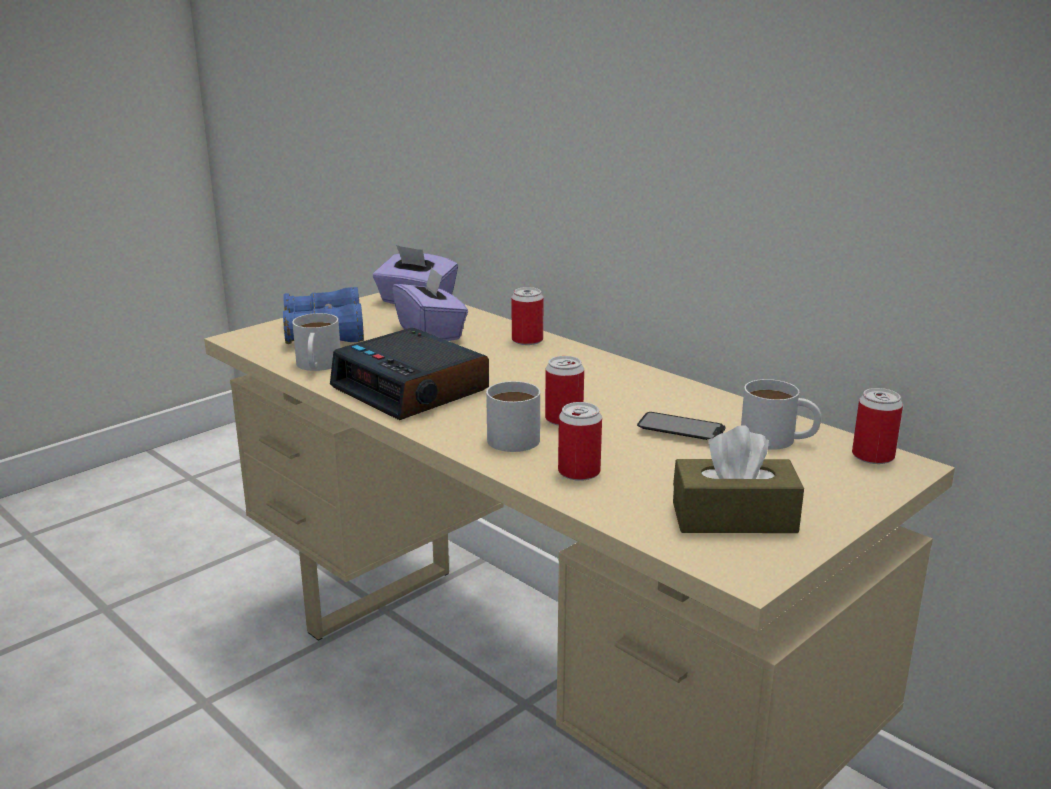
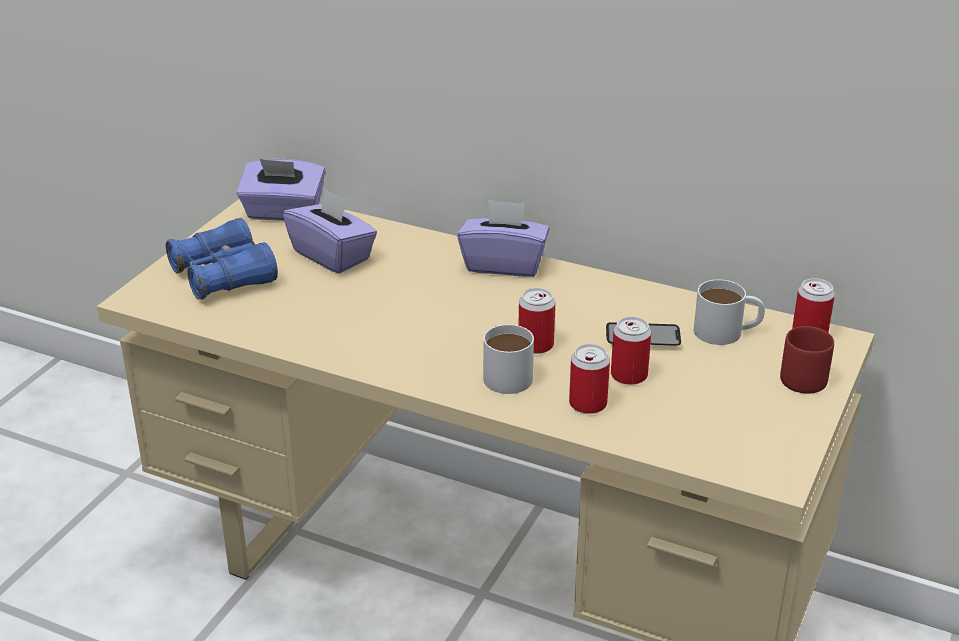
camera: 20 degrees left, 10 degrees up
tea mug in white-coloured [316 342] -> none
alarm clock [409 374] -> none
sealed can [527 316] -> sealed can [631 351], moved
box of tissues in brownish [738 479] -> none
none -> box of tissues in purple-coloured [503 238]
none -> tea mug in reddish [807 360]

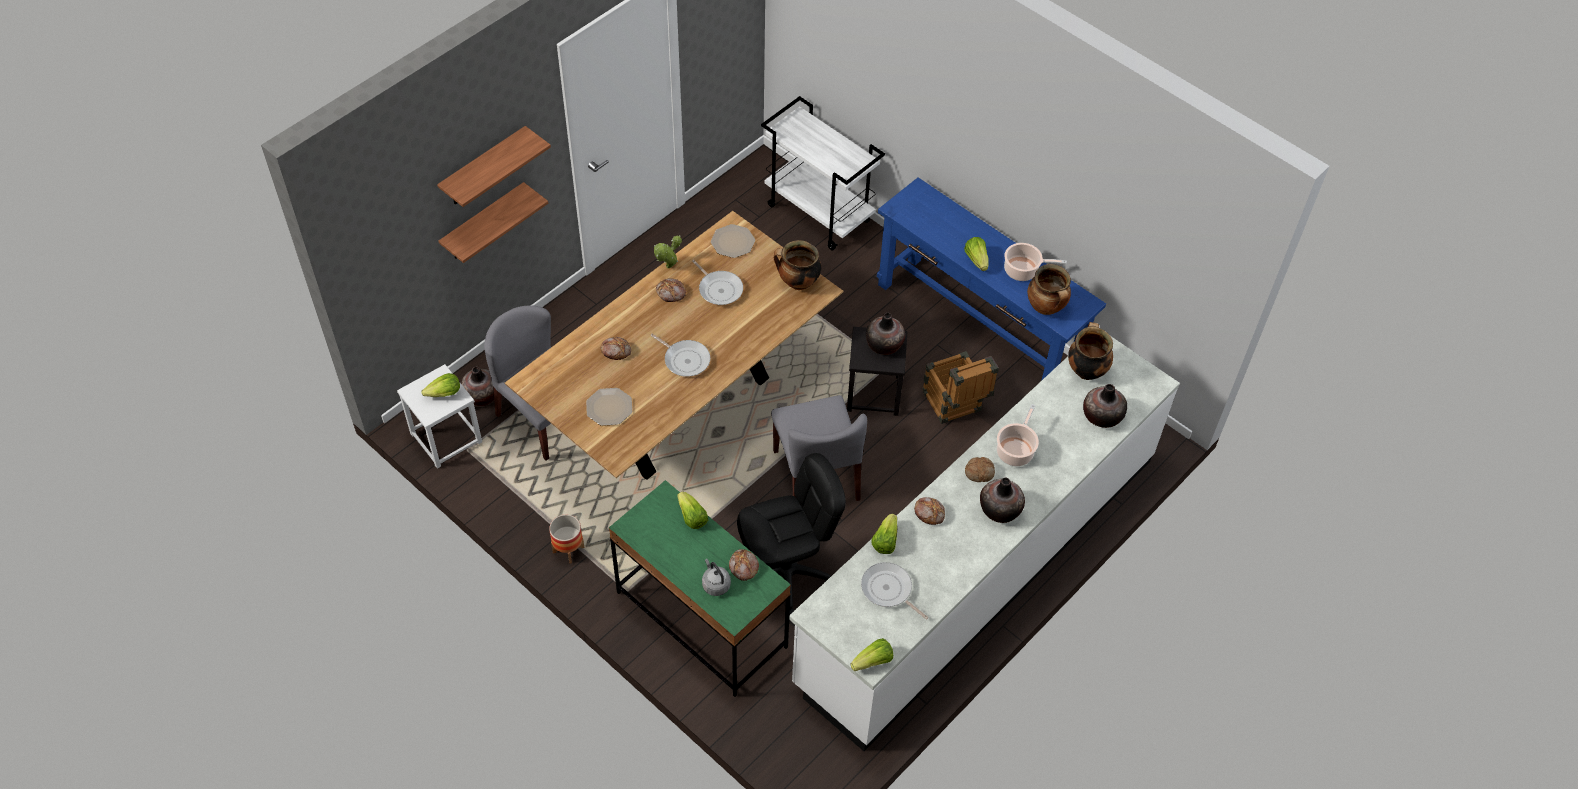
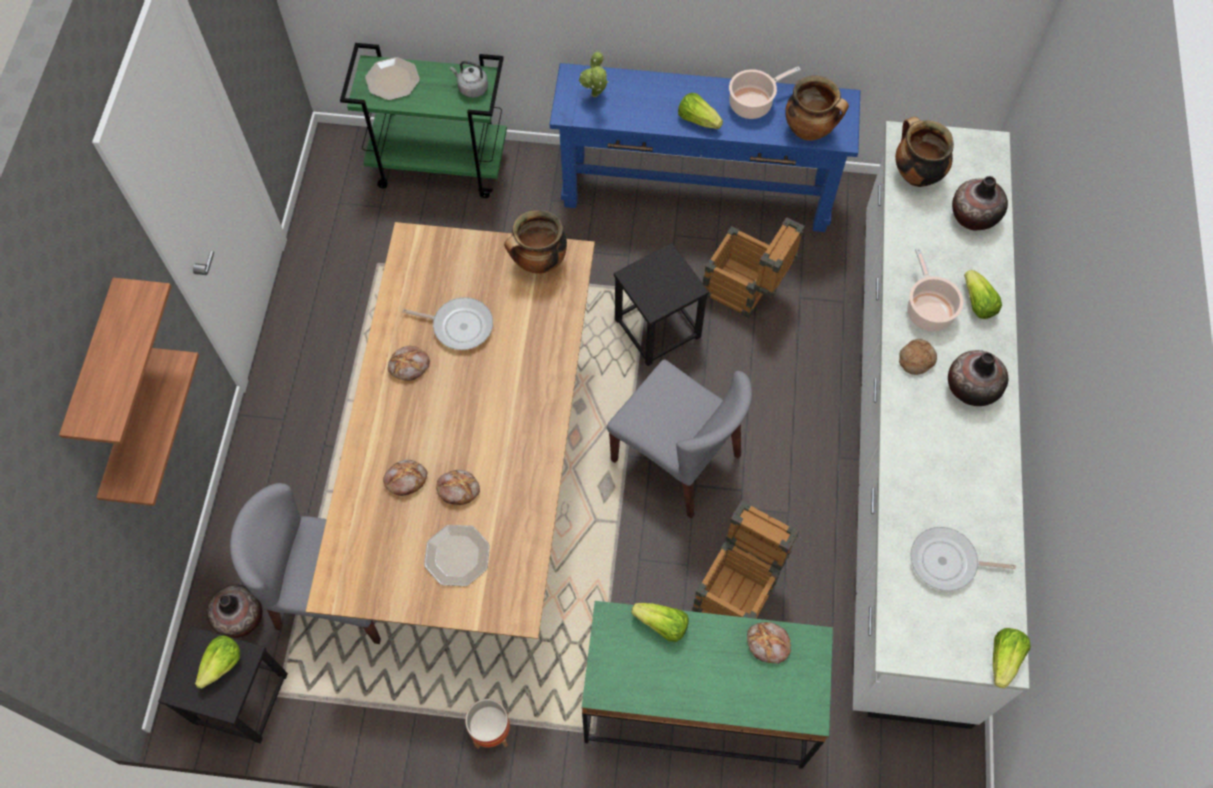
camera: 35 degrees left, 10 degrees up
stool seat in white-coloured [439 416] -> stool seat in black [223 684]
pan [680 355] -> none
potted plant [668 251] -> potted plant [594 73], moved
kettle in grey [716 577] -> kettle in grey [469 79], moved
dinner plate [733 241] -> dinner plate [392 78], moved
desk chair in black [791 534] -> crate [745 559]
trolley in white-coloured [823 173] -> trolley in green [423 120]
flower vase [885 334] -> none
lettuce head [884 534] -> lettuce head [983 294], moved
baked bread [929 511] -> baked bread [458 487], moved

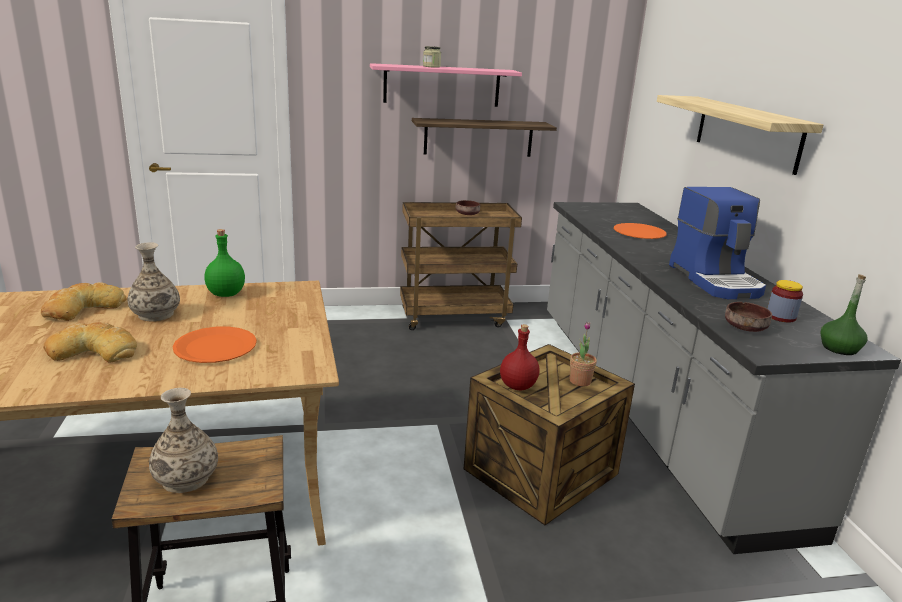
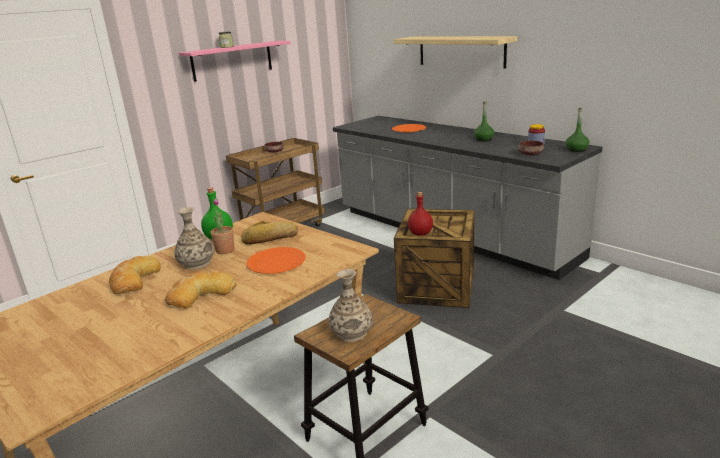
camera: 30 degrees left, 0 degrees up
bracket shelf [484 137] -> none
potted plant [583 353] -> potted plant [222 226], moved
coffee brewer [717 243] -> drink bottle in green [484 121]
none -> baked bread [270 233]

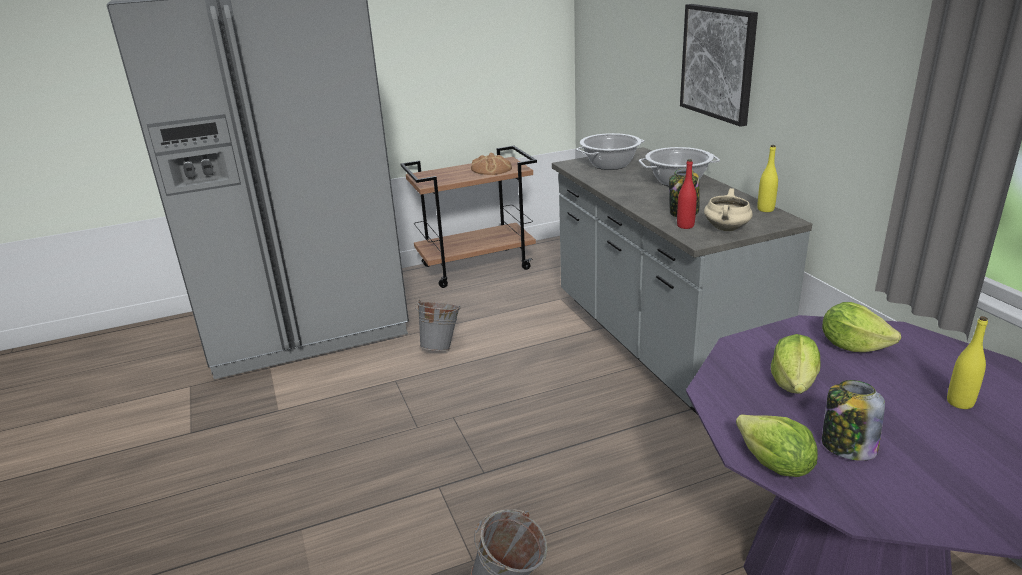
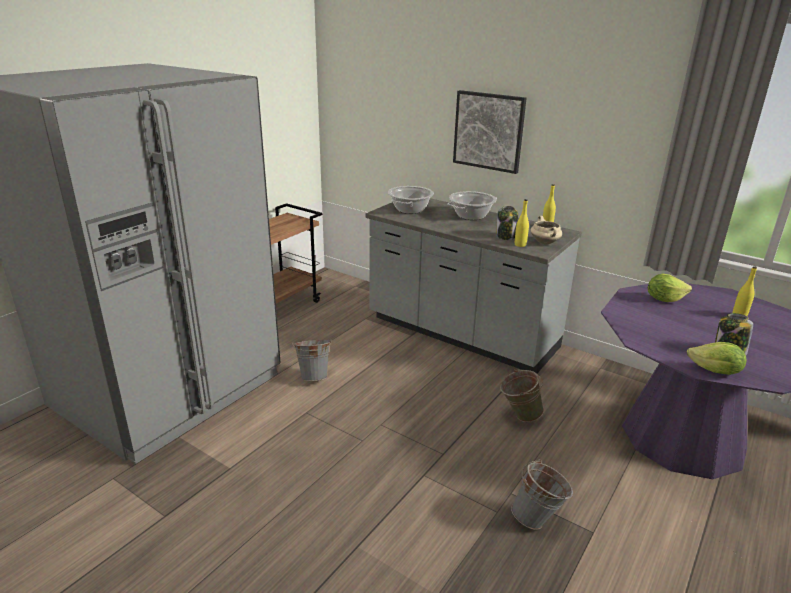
camera: 35 degrees left, 0 degrees up
baked bread [491 164] -> none
drink bottle in reddish [687 194] -> drink bottle in yellow-coloured [522 223]
lettuce head [795 364] -> none
none -> bucket in green [522 395]

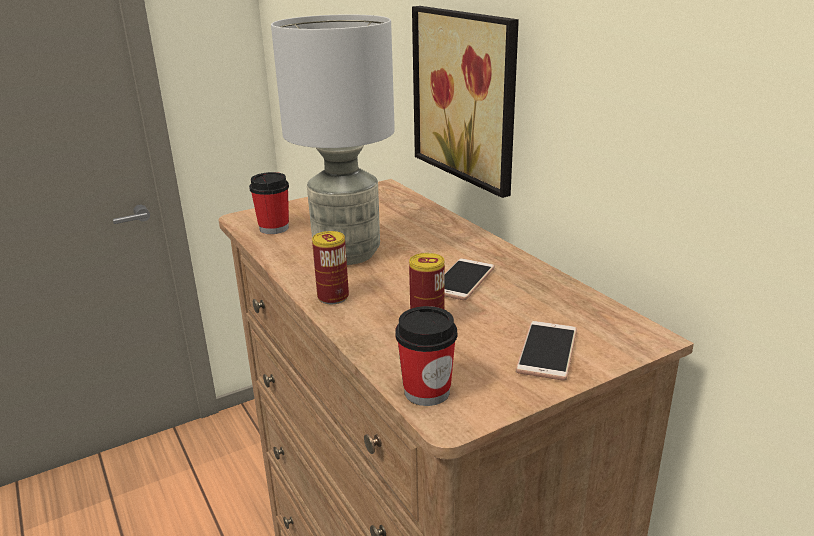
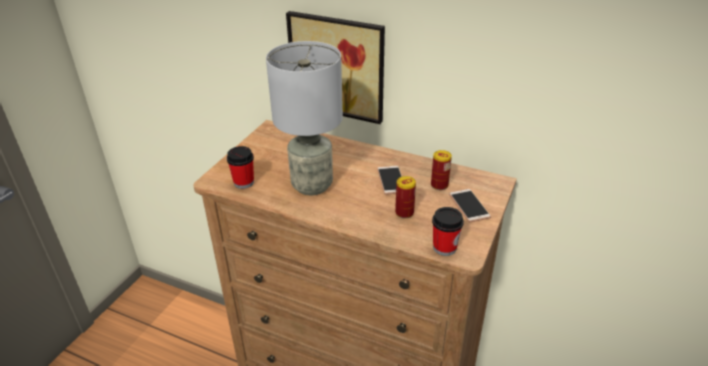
camera: 35 degrees left, 10 degrees up
sealed can [330 267] -> sealed can [441 170], moved

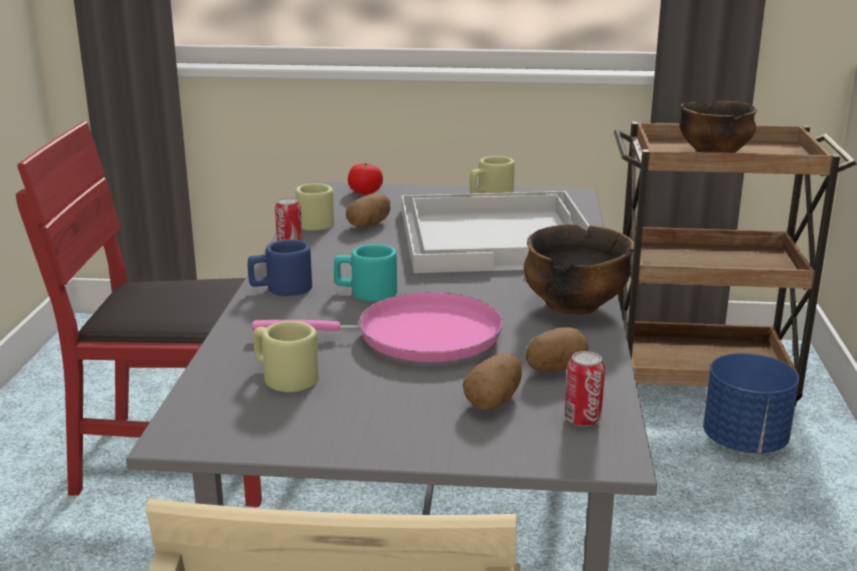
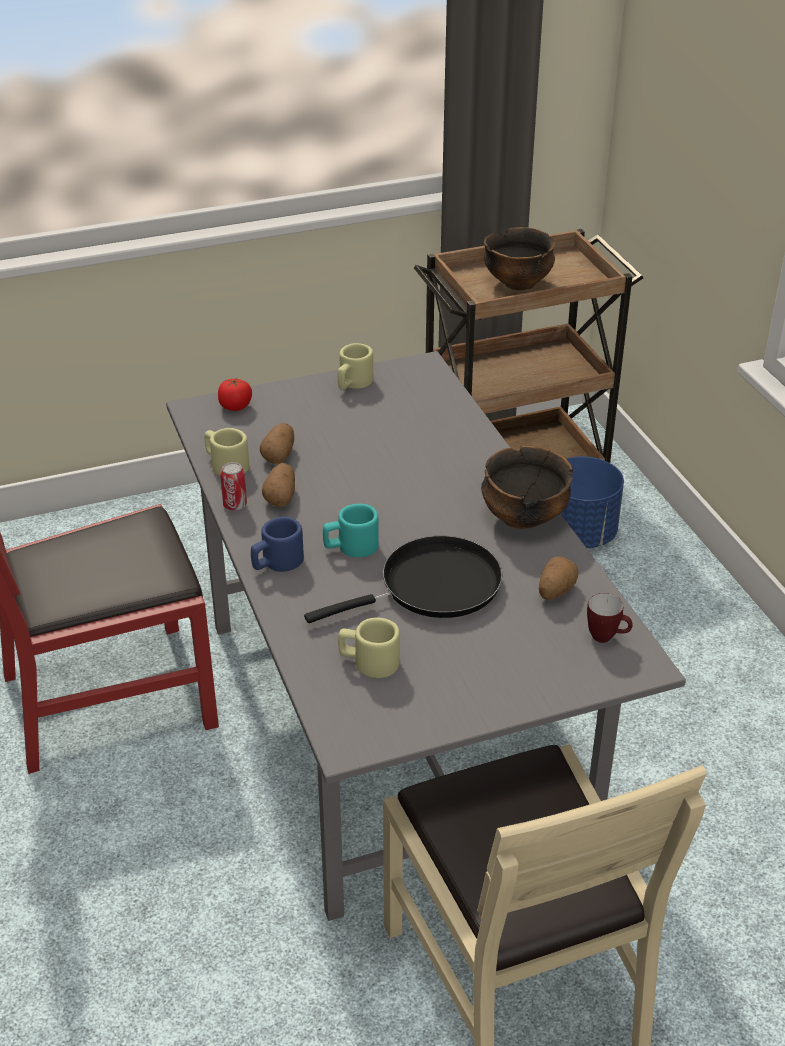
camera: 25 degrees left, 15 degrees up
pan in pink [377 327] -> pan in black [403 579]
carrying tray in white-coloured [495 232] -> none
potato [492 381] -> potato [278 485], moved
sealed can [585 389] -> tea mug [610 618]

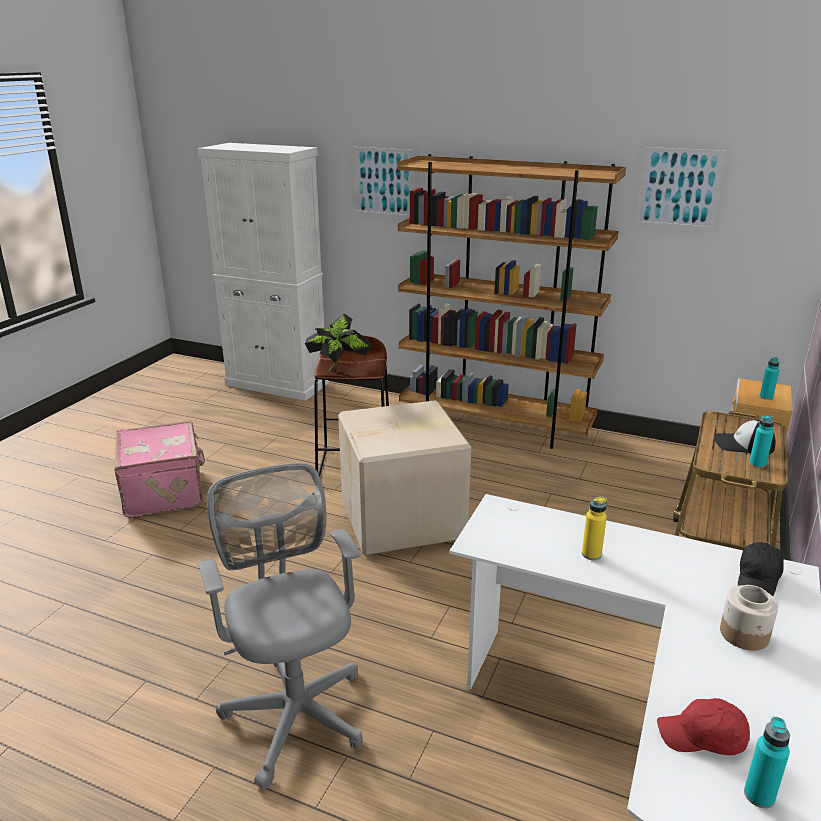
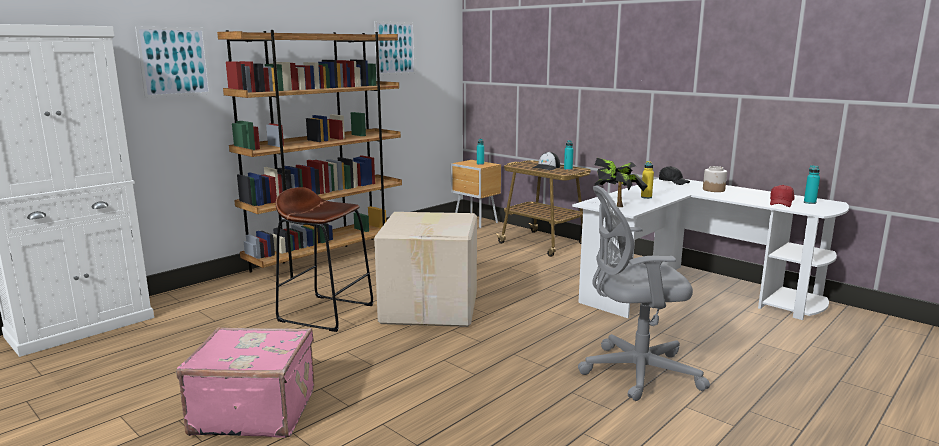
camera: 70 degrees left, 10 degrees down
potted plant [338 342] -> potted plant [621 182], moved

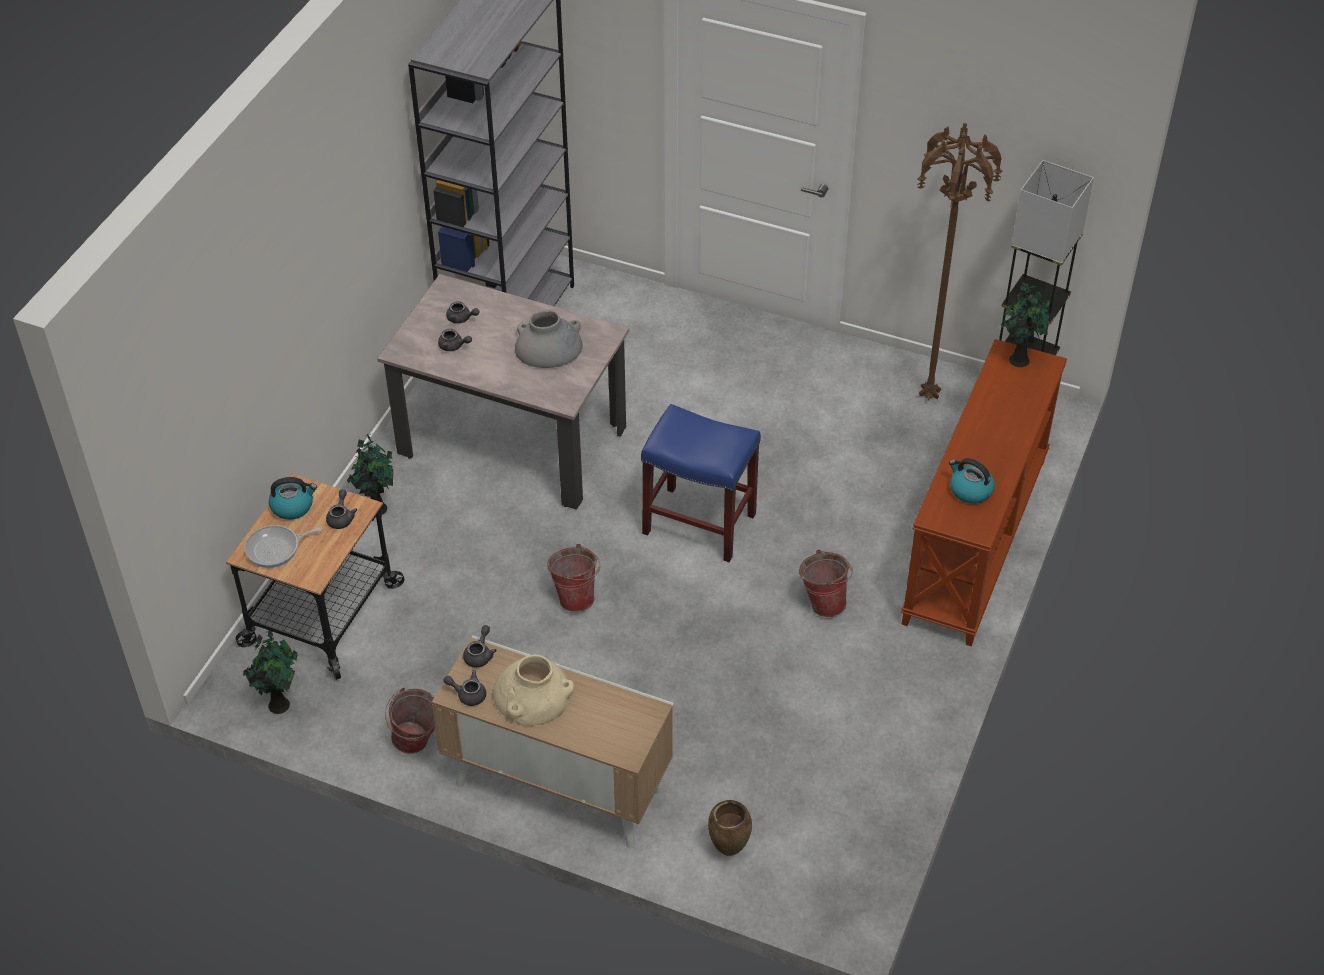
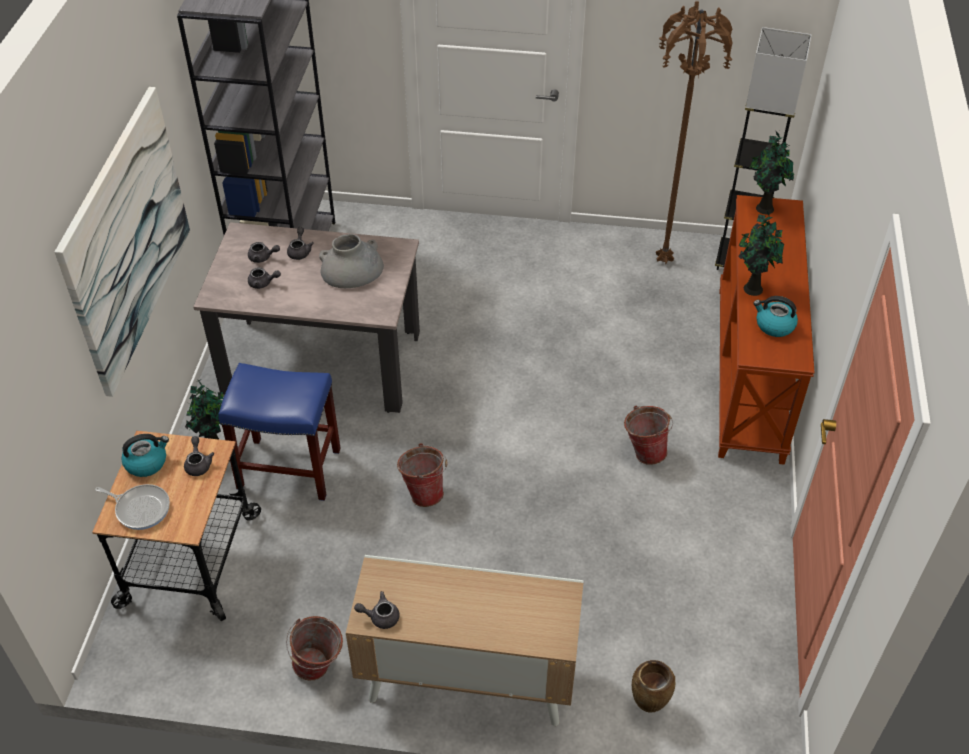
camera: 15 degrees left, 0 degrees up
potted plant [270 672] -> potted plant [761 252], moved
pan [283 546] -> pan [132 507], 120 degrees counterclockwise
pot for tea in grey [480 646] -> pot for tea in grey [300 243], moved
flower vase in beige [533 690] -> none
stool seat in blue-coloured [701 483] -> stool seat in blue-coloured [279 432], moved
none -> picture [122 242]

